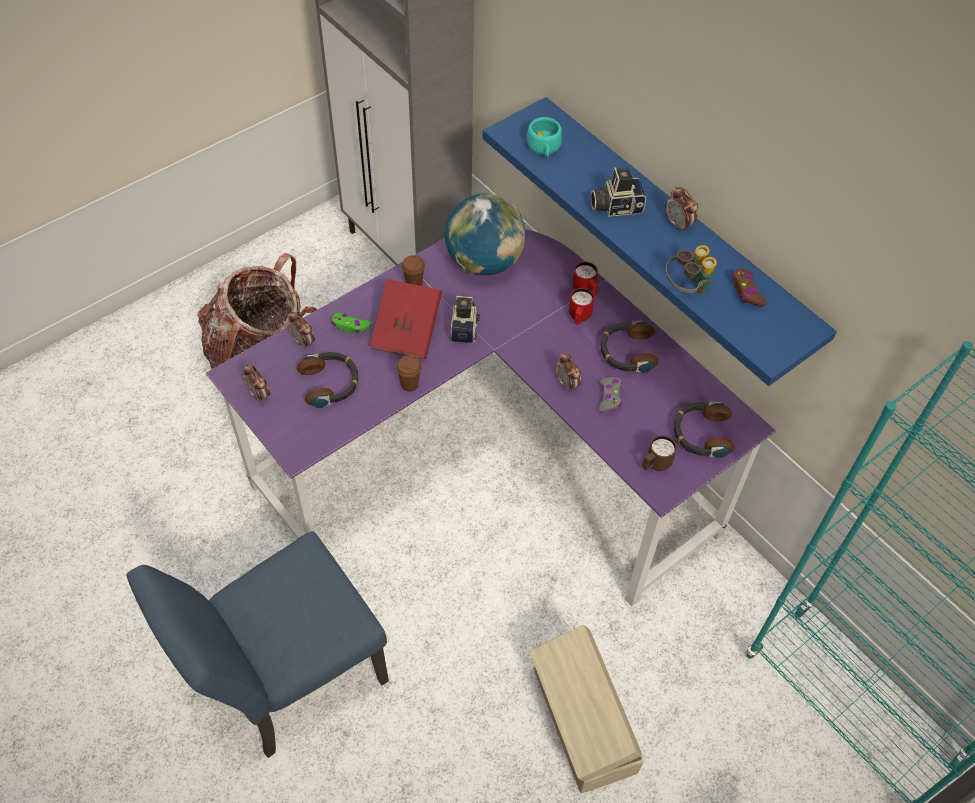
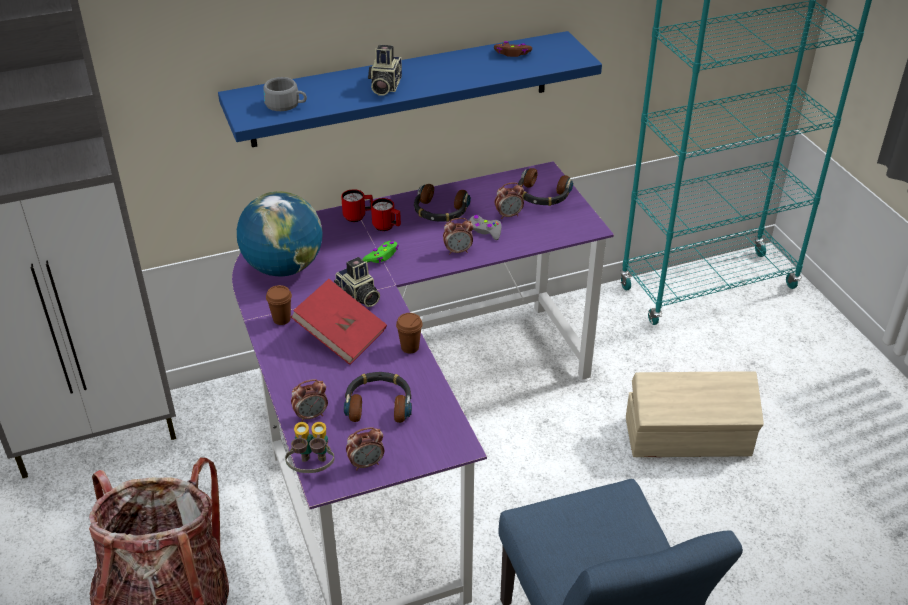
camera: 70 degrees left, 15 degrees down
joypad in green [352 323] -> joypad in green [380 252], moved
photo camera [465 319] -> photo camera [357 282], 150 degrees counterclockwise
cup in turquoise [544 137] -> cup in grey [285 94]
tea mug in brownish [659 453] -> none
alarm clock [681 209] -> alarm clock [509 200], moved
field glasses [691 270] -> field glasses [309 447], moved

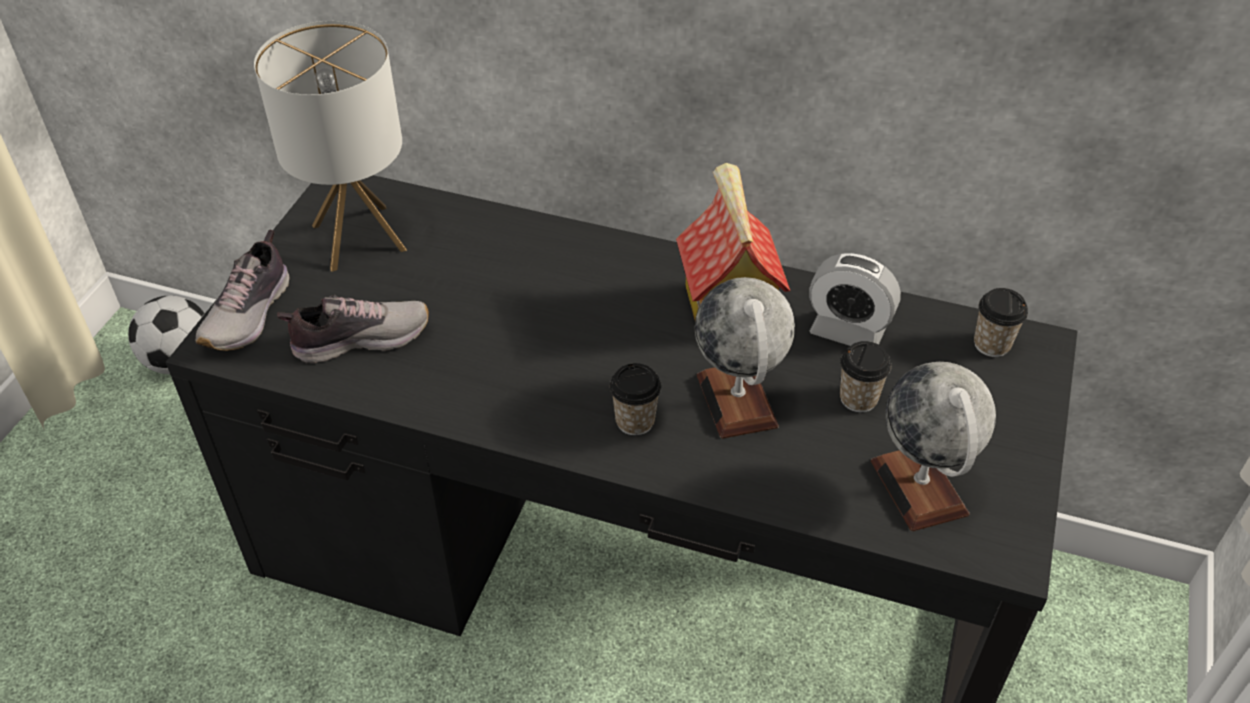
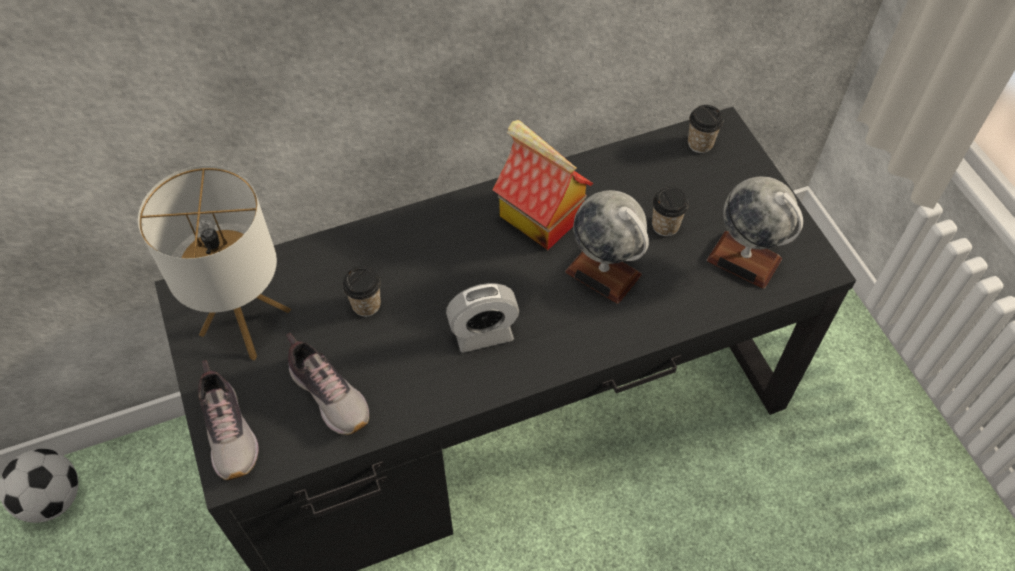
camera: 40 degrees left, 10 degrees up
shoe [353 329] -> shoe [327 384], 105 degrees clockwise
cup [635 399] -> cup [362 291], moved
alarm clock [855 299] -> alarm clock [482 318], moved

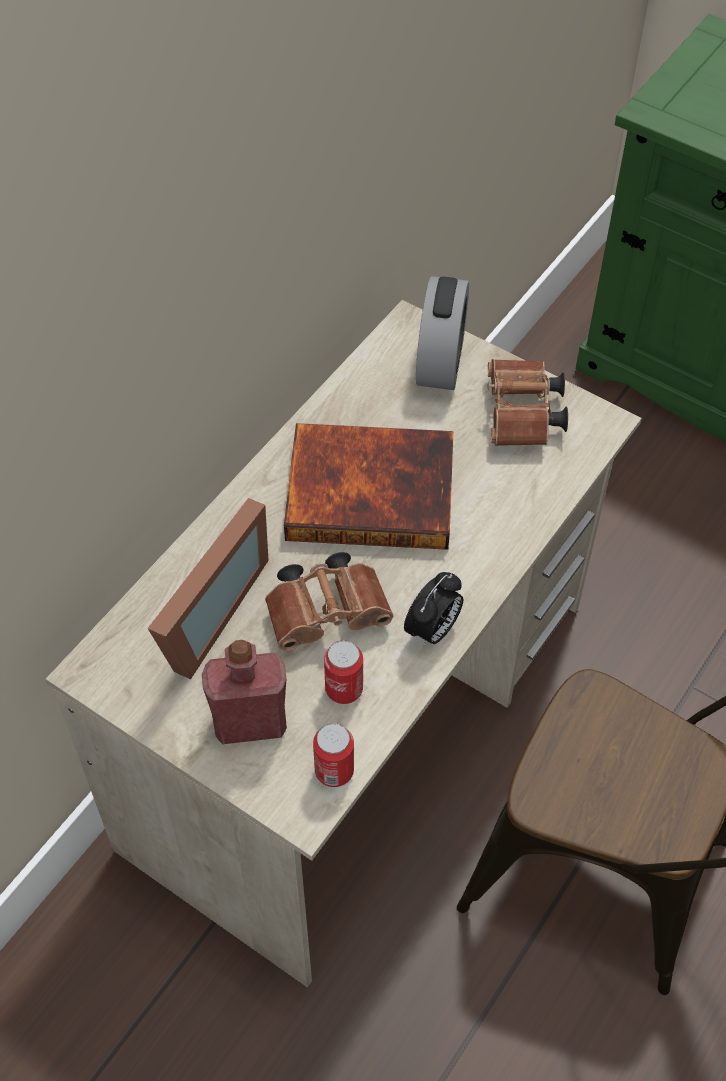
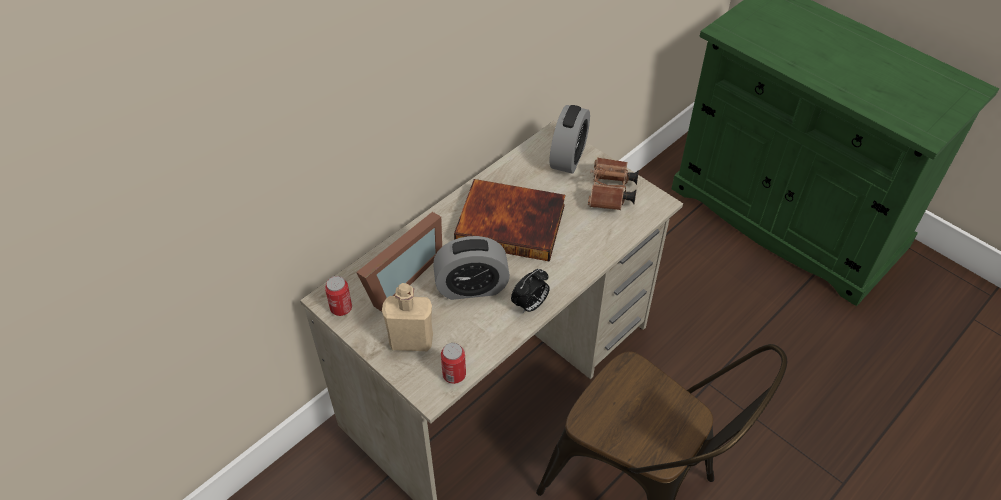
camera: 10 degrees right, 5 degrees down
drink bottle in reddish [244 692] -> drink bottle in beige [407 317]
field glasses in brownish [329 601] -> alarm clock [471 268]
sealed can [343 672] -> sealed can [338 296], moved

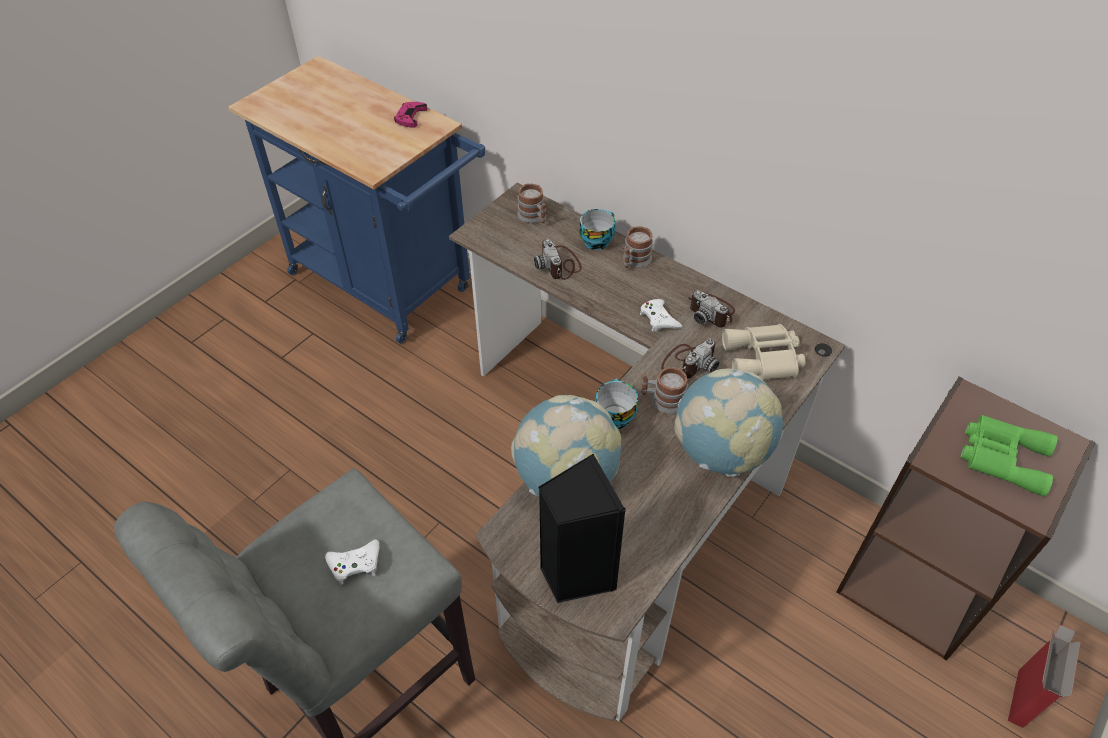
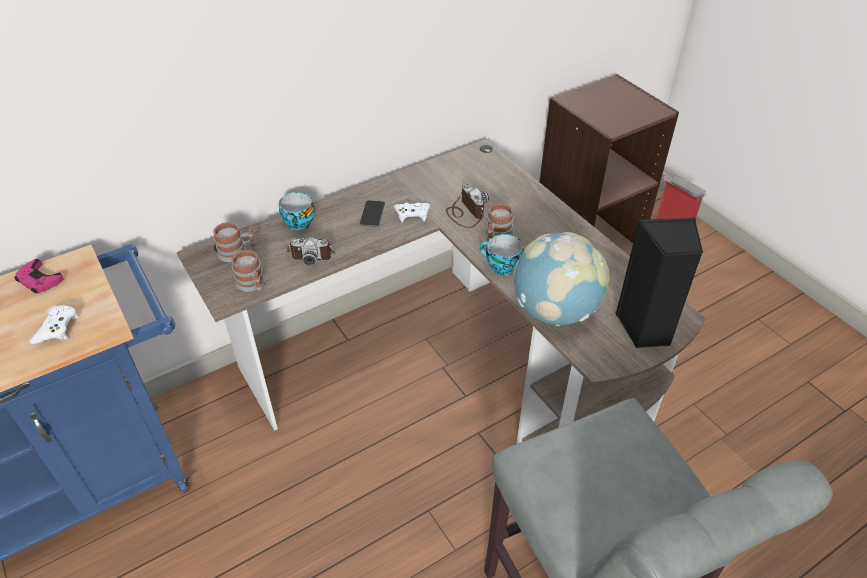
camera: 70 degrees left, 5 degrees down
joypad in white-coloured [352 562] -> joypad in white-coloured [54 324], moved
tea mug [638 247] -> tea mug [248 271], moved
desk globe [728 423] -> none
photo camera [711 309] -> none
field glasses in beige [763 352] -> none
field glasses in green [1009 456] -> none
none -> phone [372 213]

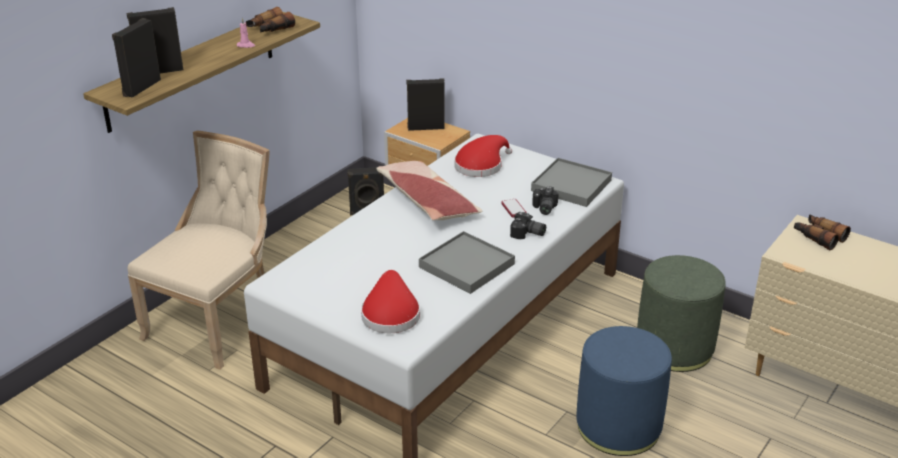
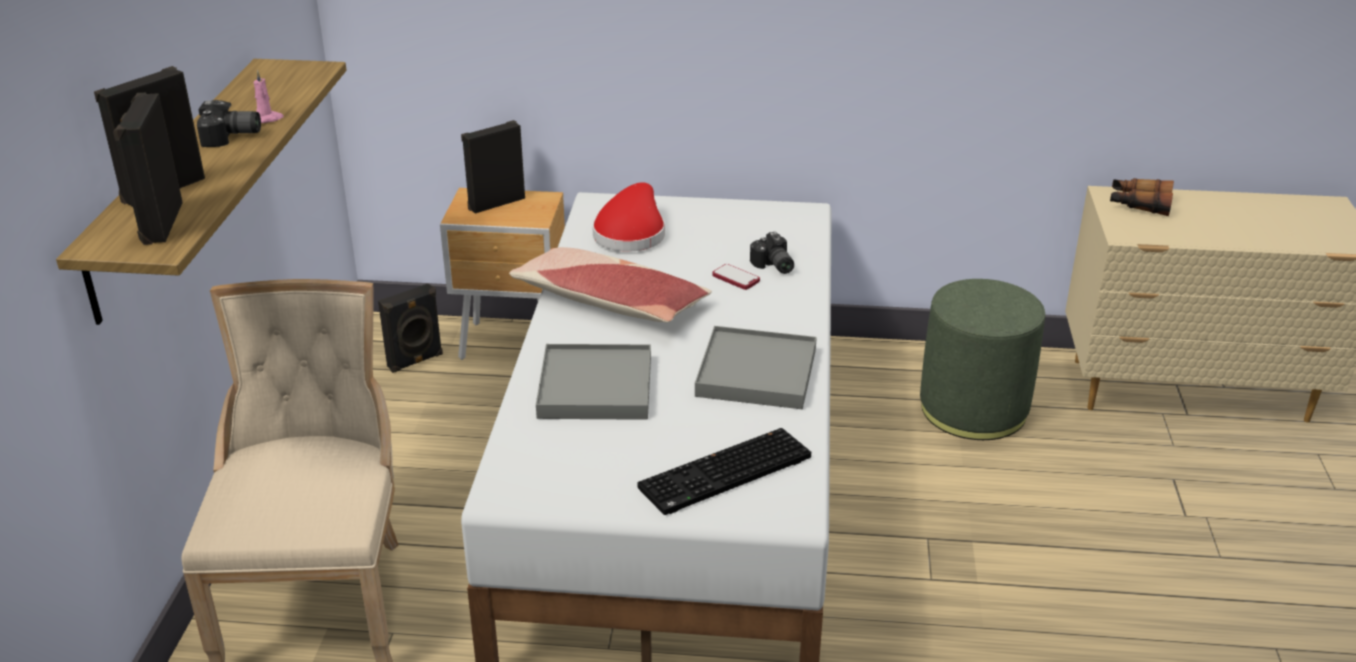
camera: 30 degrees left, 0 degrees up
field glasses [270 20] -> none
hat in reddish [390 301] -> computer keyboard [724 471]
photo camera [528 225] -> photo camera [229 123], moved
carrying tray in grey [571 182] -> carrying tray in grey [593 382], moved
pouffe in blue-coloured [624 391] -> none

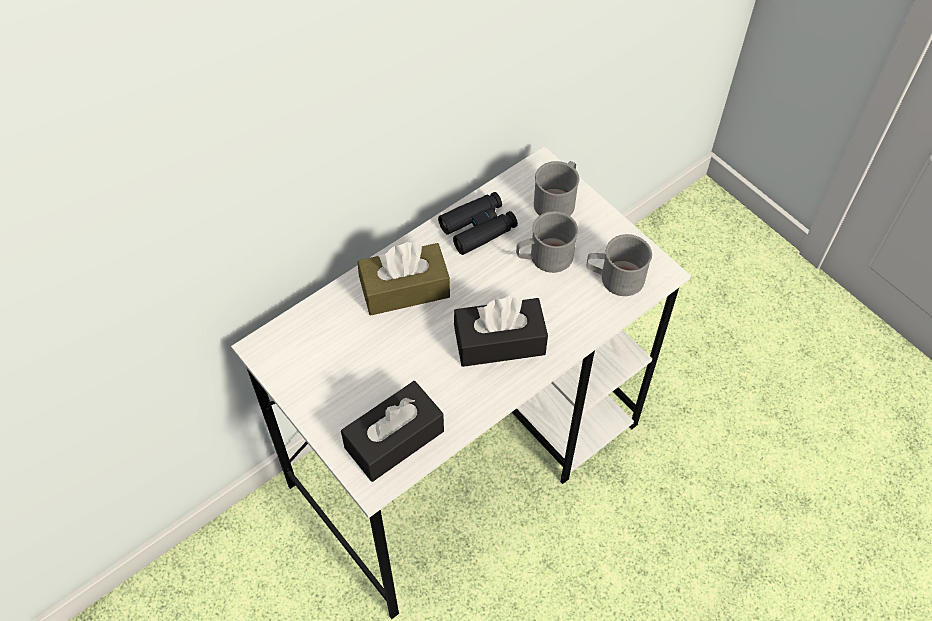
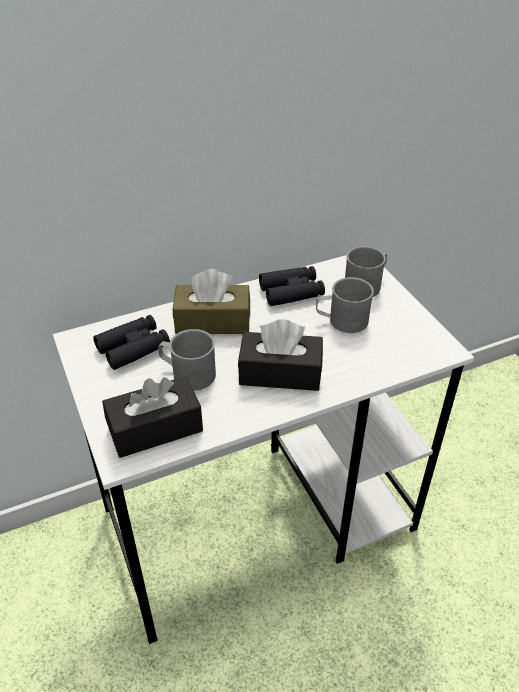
camera: 15 degrees right, 15 degrees down
tea mug in grey [619 265] -> tea mug in grey [187 359], moved
none -> field glasses in black [131 342]

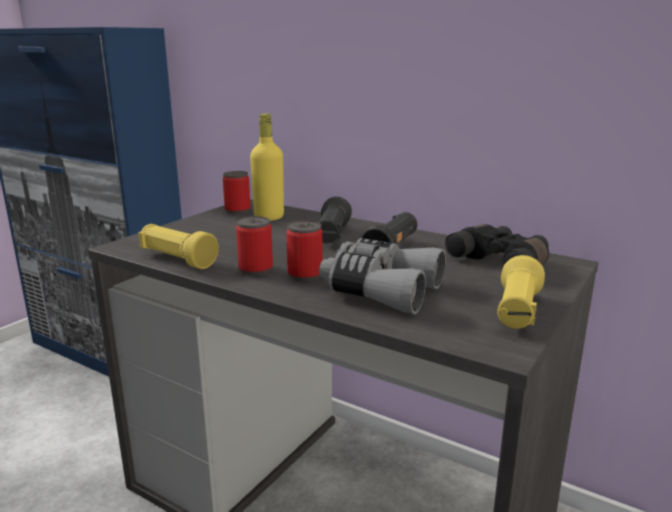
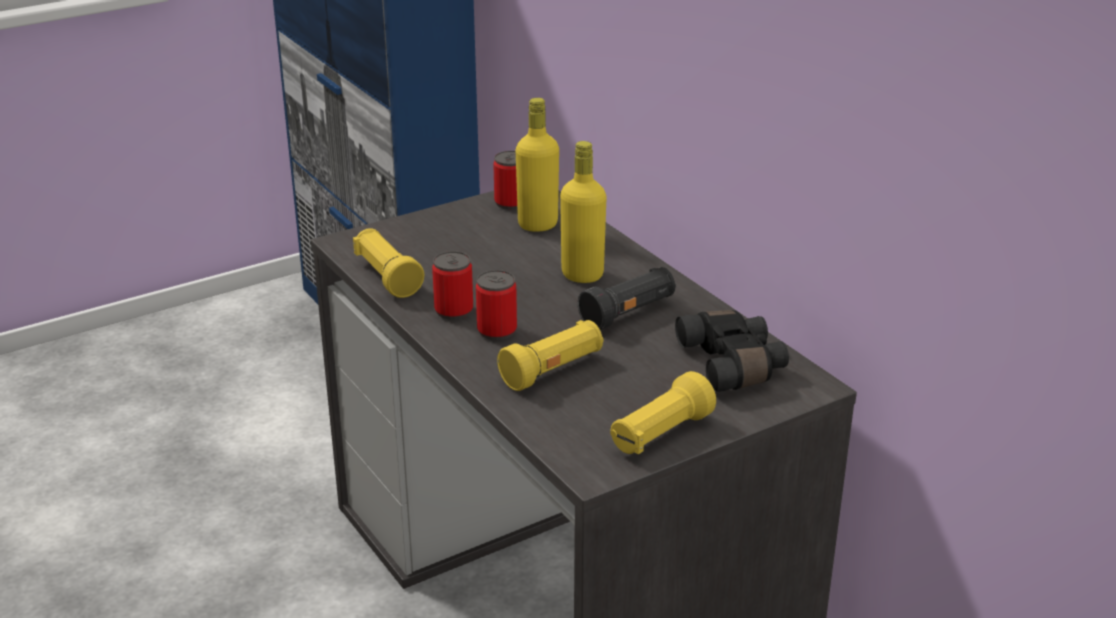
camera: 25 degrees right, 10 degrees up
hand torch in black [335 219] -> drink bottle in yellow-coloured [583 212]
field glasses in grey [382 276] -> hand torch in yellow-coloured [550 355]

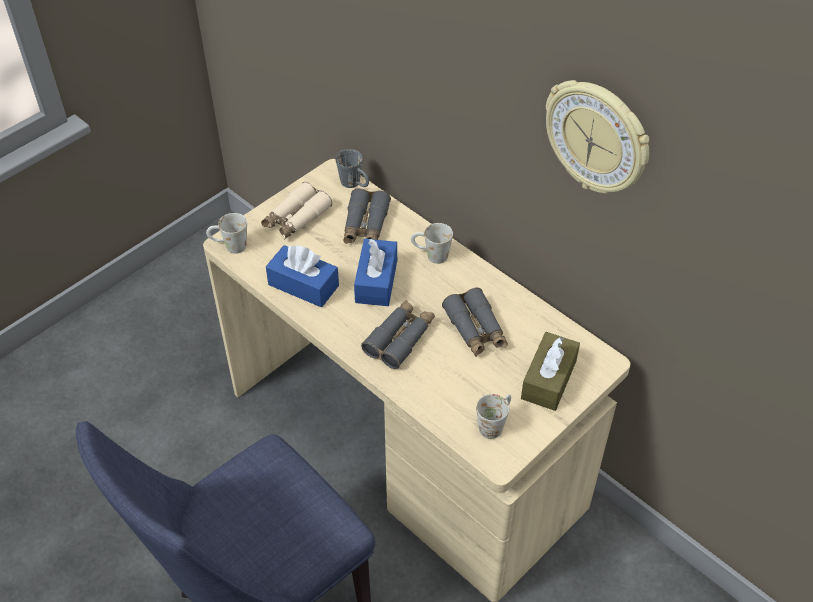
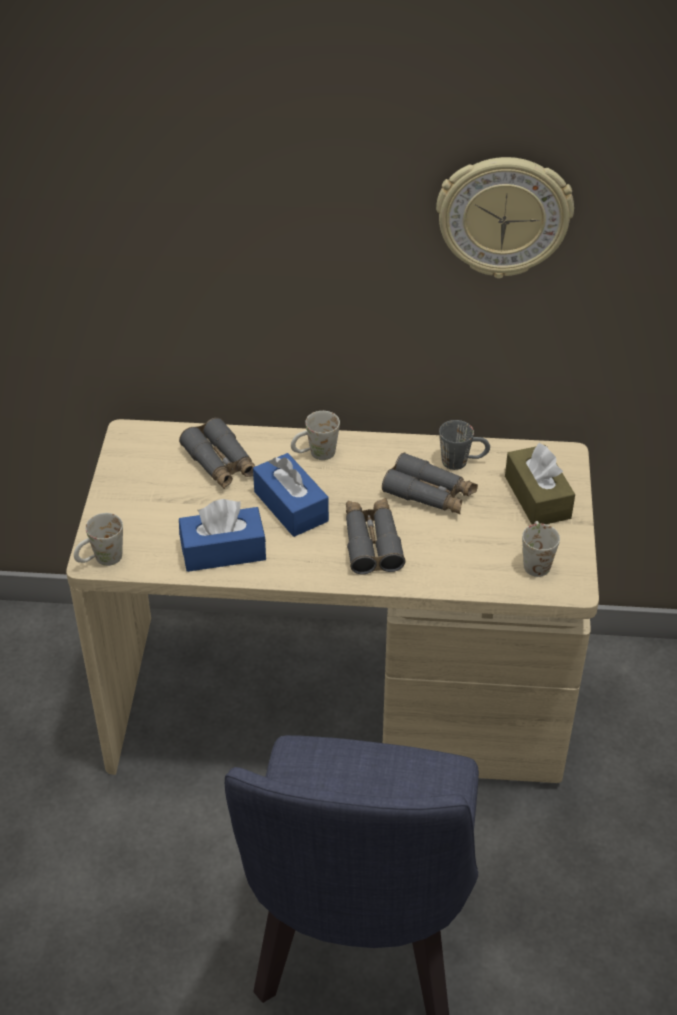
camera: 40 degrees left, 5 degrees down
field glasses in beige [296 210] -> none
tea mug in grey [352 168] -> tea mug in grey [464 445], moved

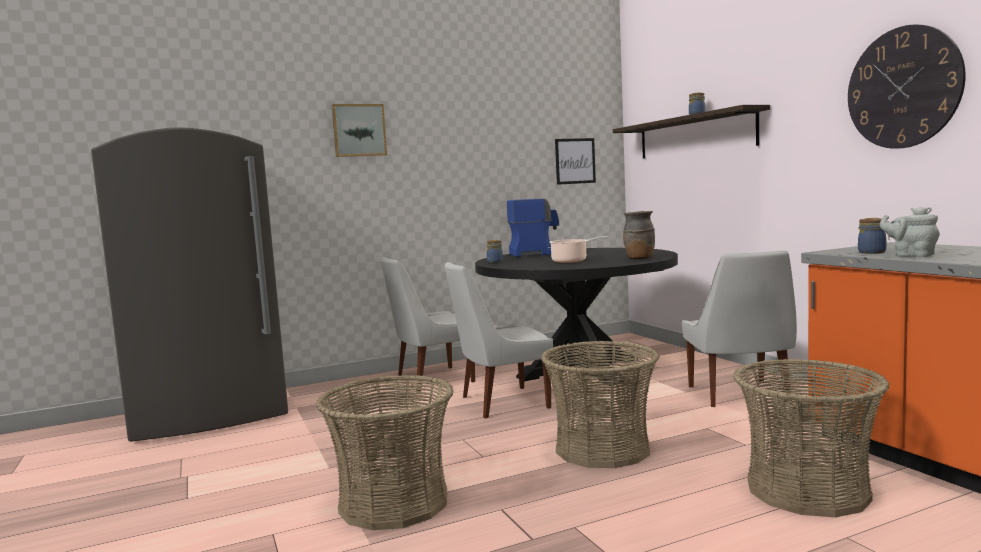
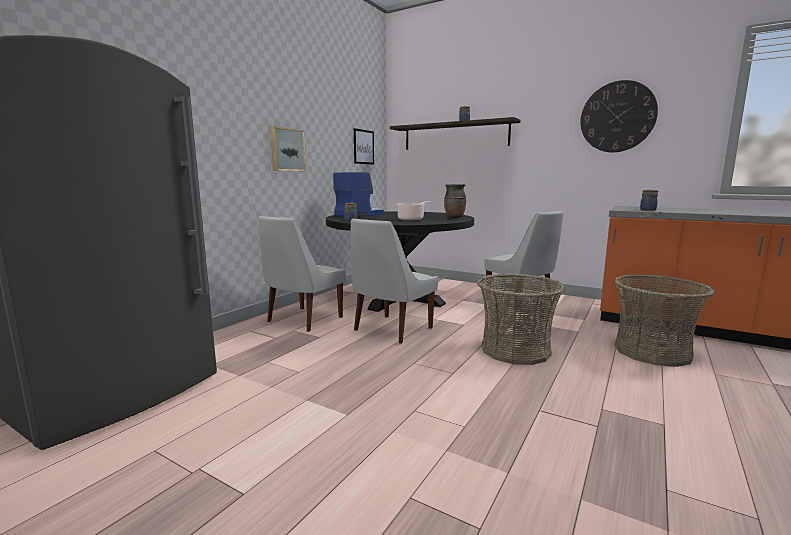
camera: 35 degrees left, 5 degrees up
basket [384 452] -> none
picture [359 130] -> picture [288 148], moved
pot for tea in grey [910 231] -> none

